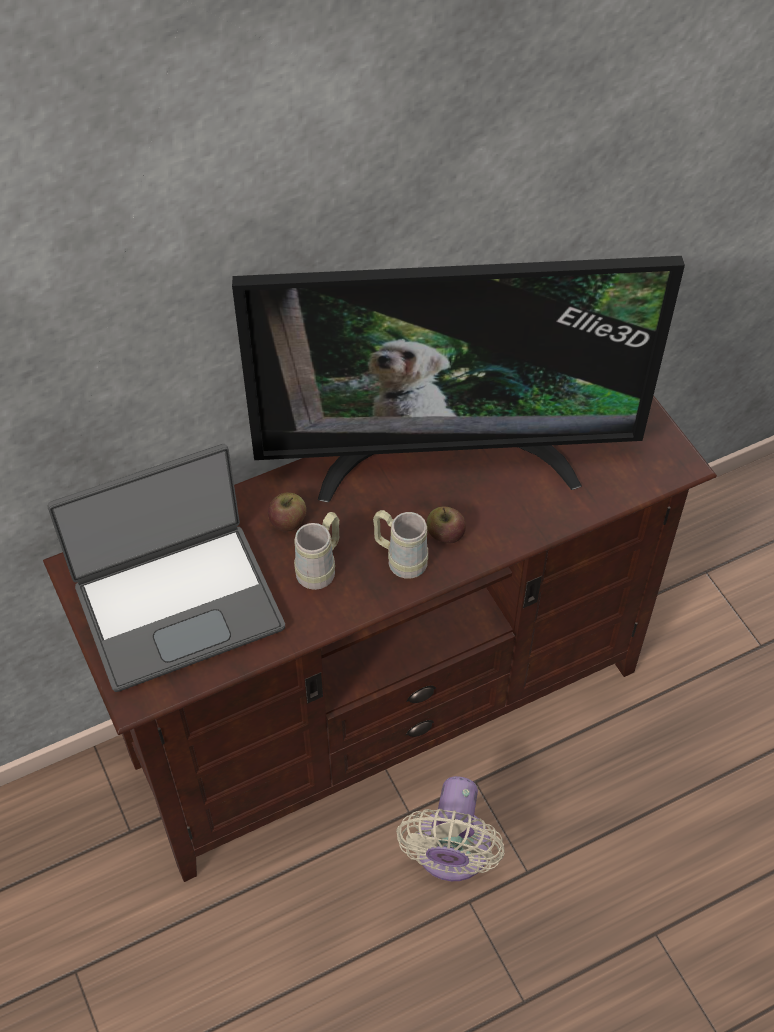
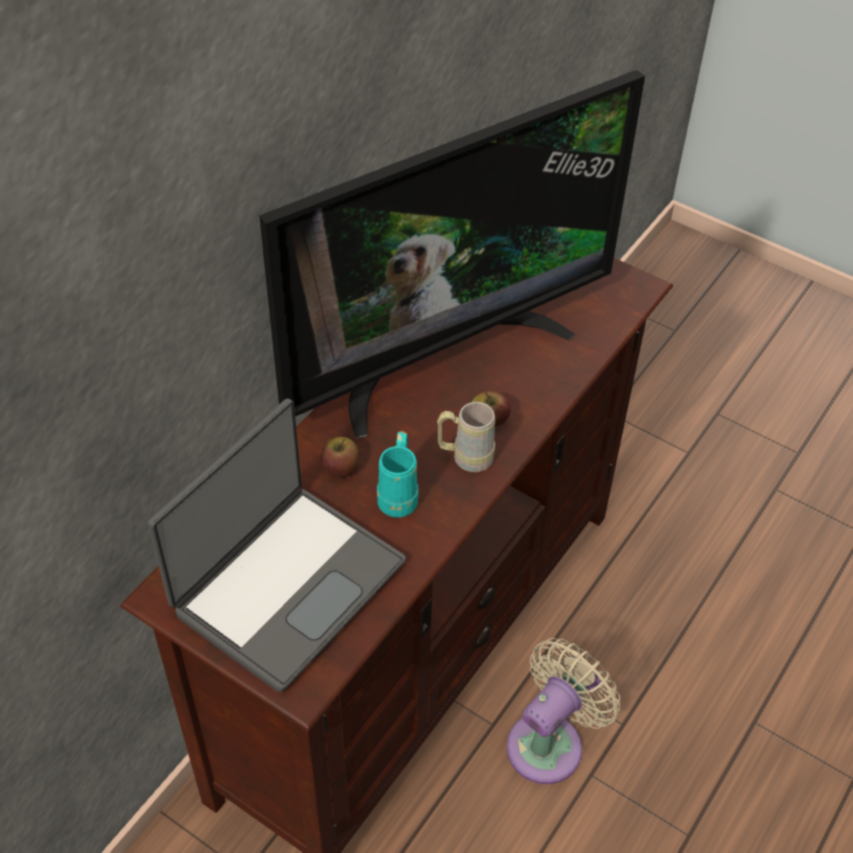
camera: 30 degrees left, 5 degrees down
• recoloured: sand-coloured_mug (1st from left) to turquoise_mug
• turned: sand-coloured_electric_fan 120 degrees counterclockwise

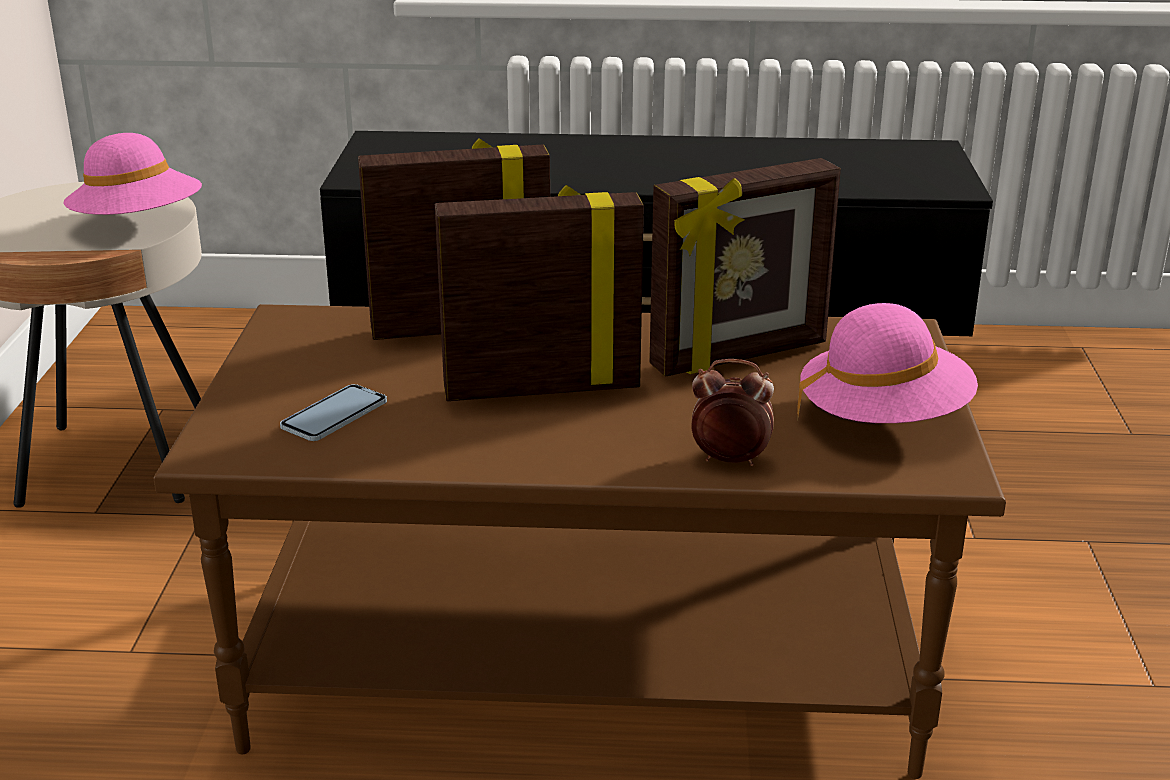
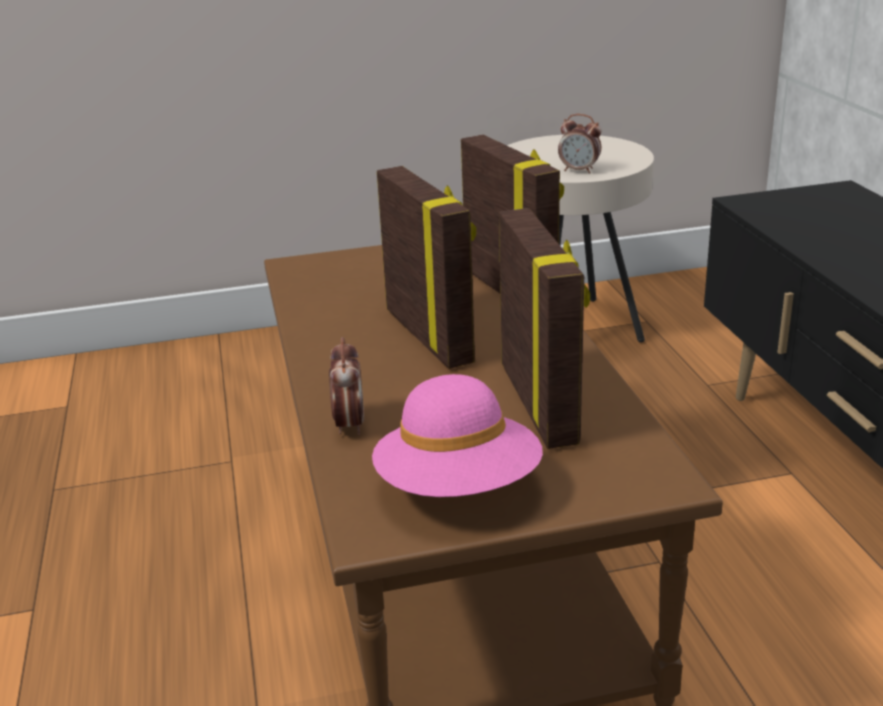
camera: 75 degrees right, 0 degrees up
• removed: handset
• replaced: pink-coloured_clothing_hat (1st from left) to table_clock (2nd from left)
• turned: photo_frame (3rd from left) 150 degrees counterclockwise

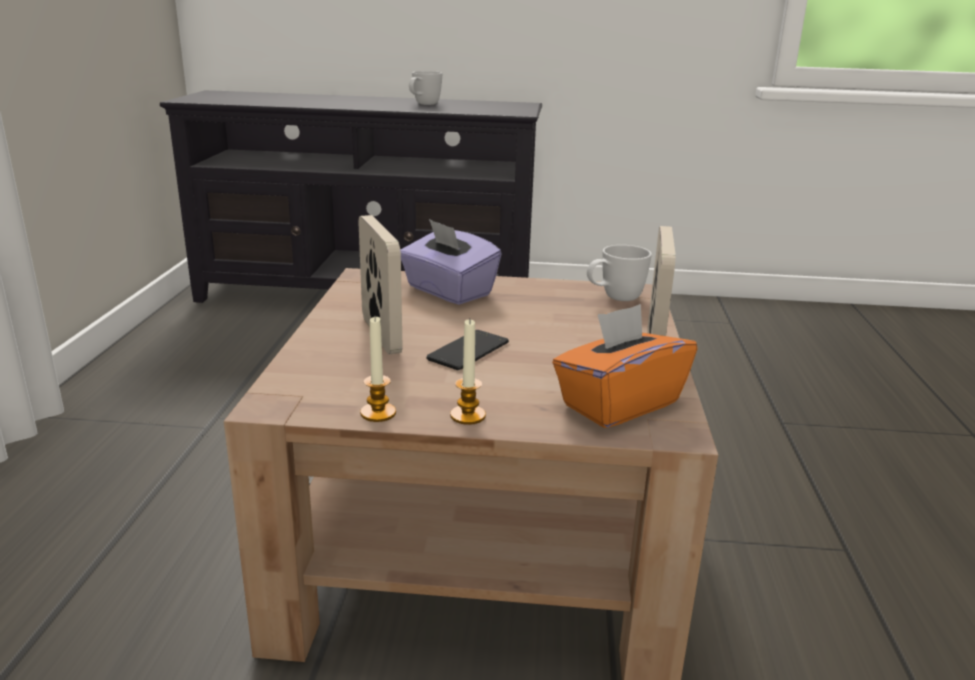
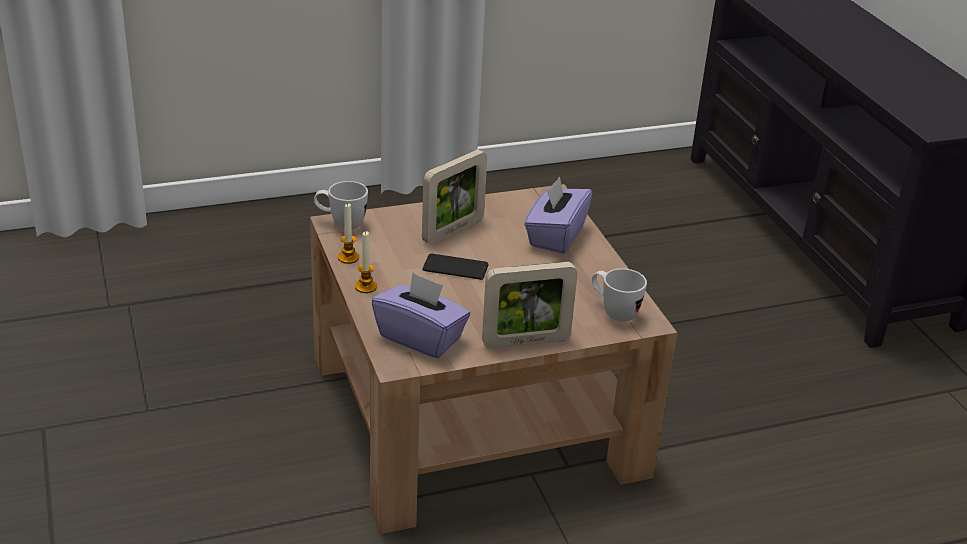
camera: 65 degrees right, 10 degrees up
• moved: white_mug (1st from left)
• recoloured: orange-coloured_tissue_box to purple_tissue_box (1st from left)

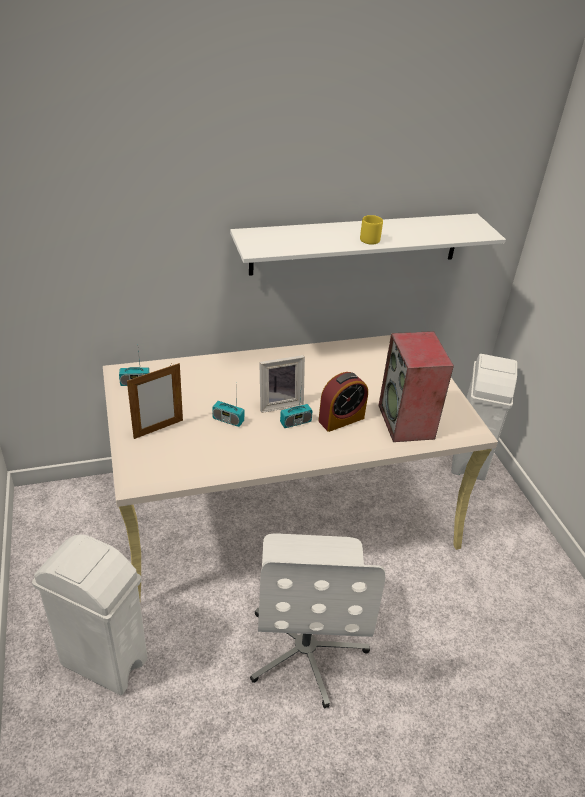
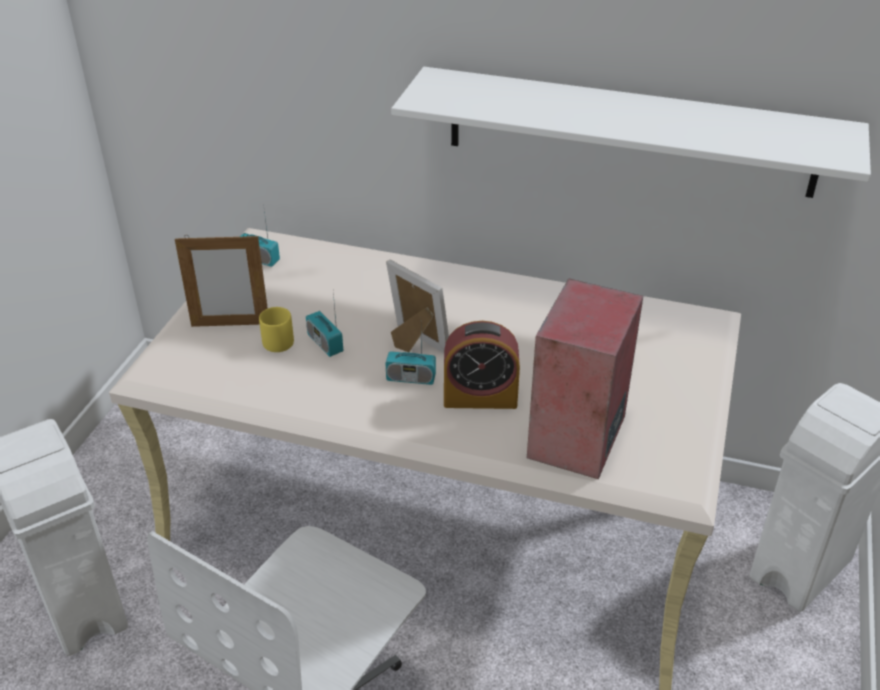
camera: 35 degrees right, 0 degrees up
• moved: yellowish_mug
• turned: photo_frame (2nd from left) 150 degrees counterclockwise

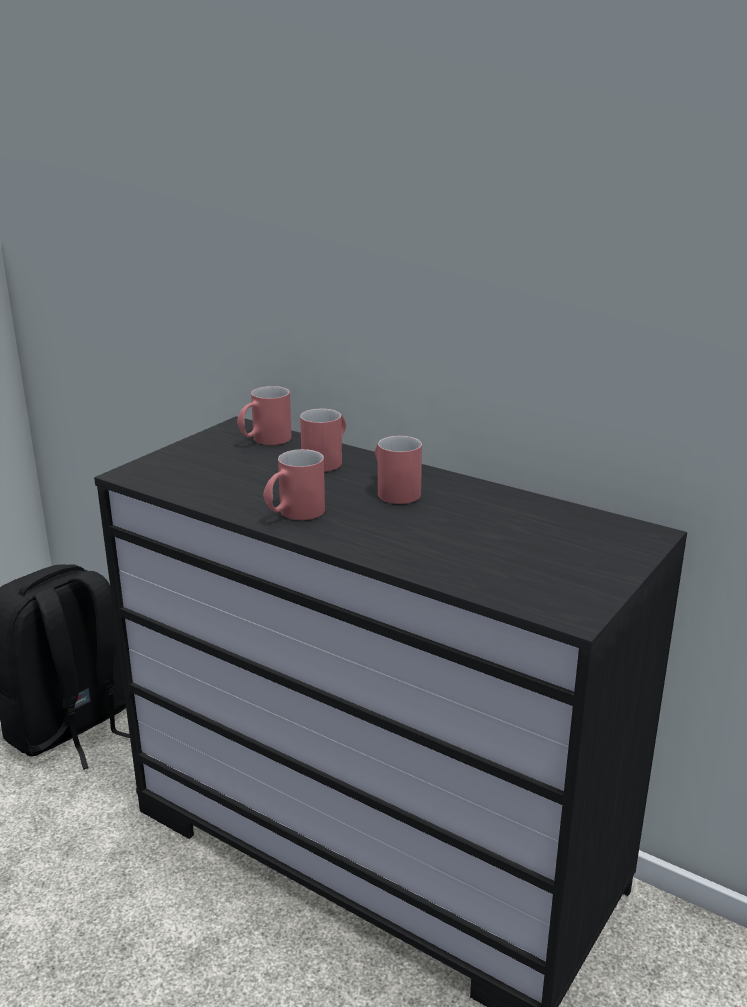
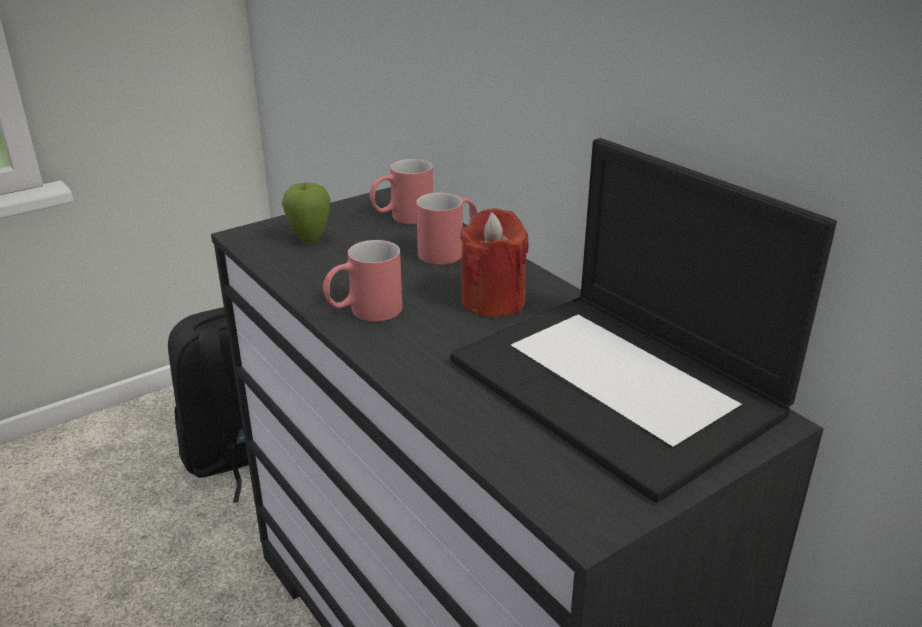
camera: 20 degrees right, 5 degrees up
• added: whole_apple
• added: portable_computer
• replaced: reddish_mug (4th from left) to reddish_wax_light

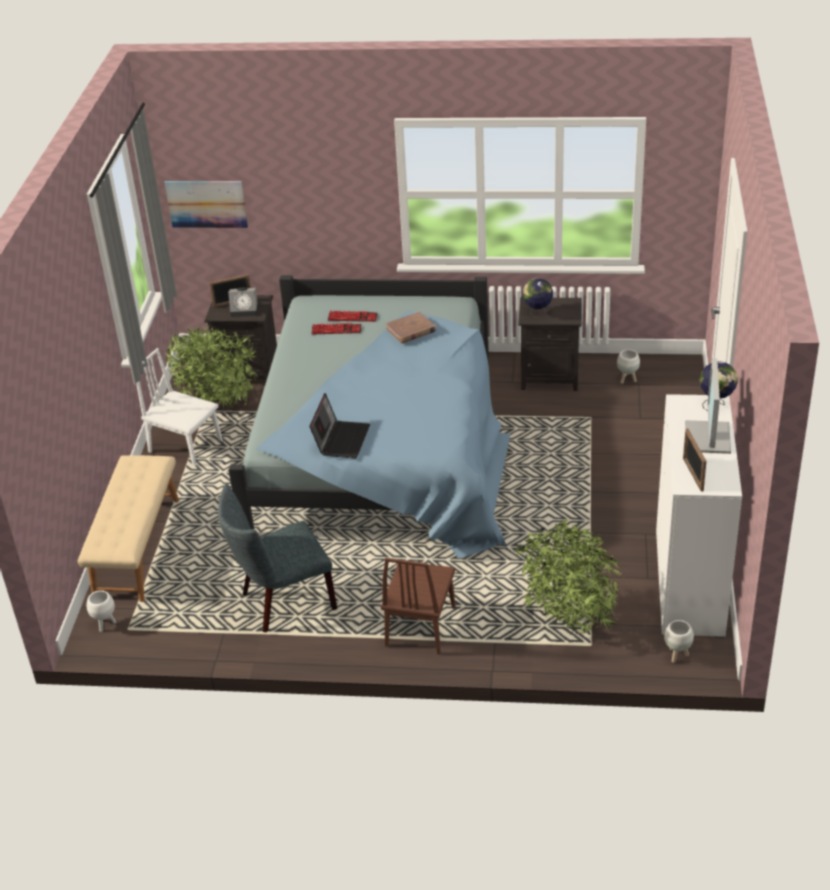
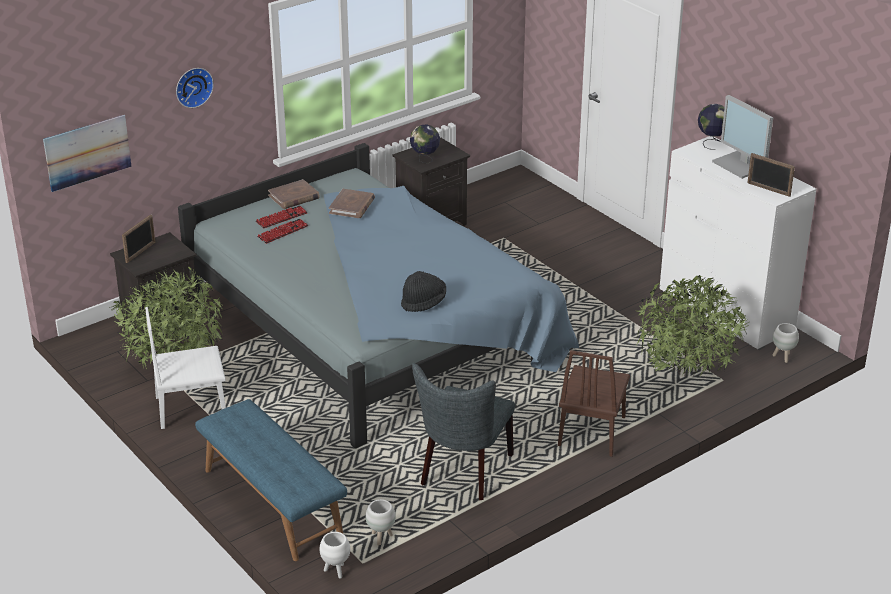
camera: 45 degrees left, 5 degrees down
• removed: table_clock
• added: clock_on_the_wall
• added: brownish_bound_book (1st from left)
• moved: white_flower_pot (2nd from left)
• replaced: portable_computer to black-coloured_clothing_hat
• recoloured: sand-coloured_long_seat to bluish_long_seat
• turned: brownish_chair 45 degrees clockwise

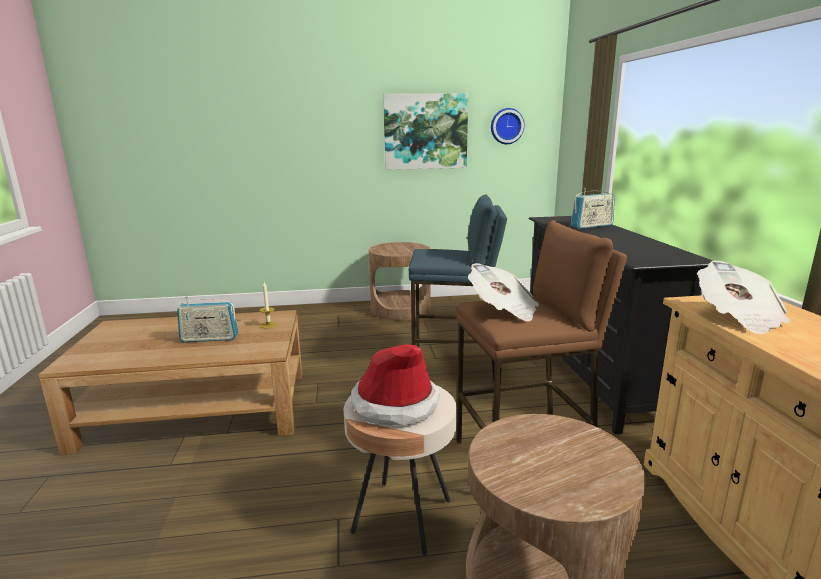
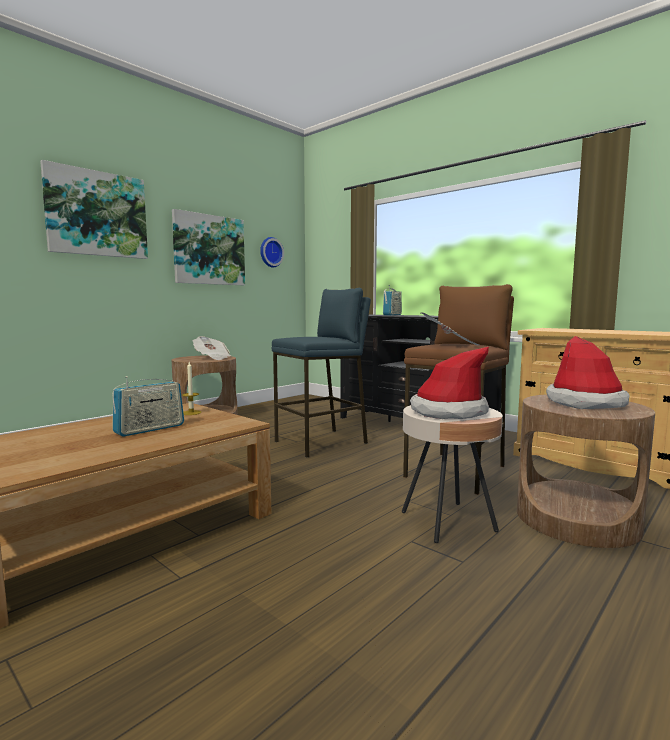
camera: 40 degrees left, 10 degrees down
• added: picture (1st from left)
• added: clothing_hat (2nd from left)
• moved: newspaper (2nd from left in the first image) to newspaper (1st from left)

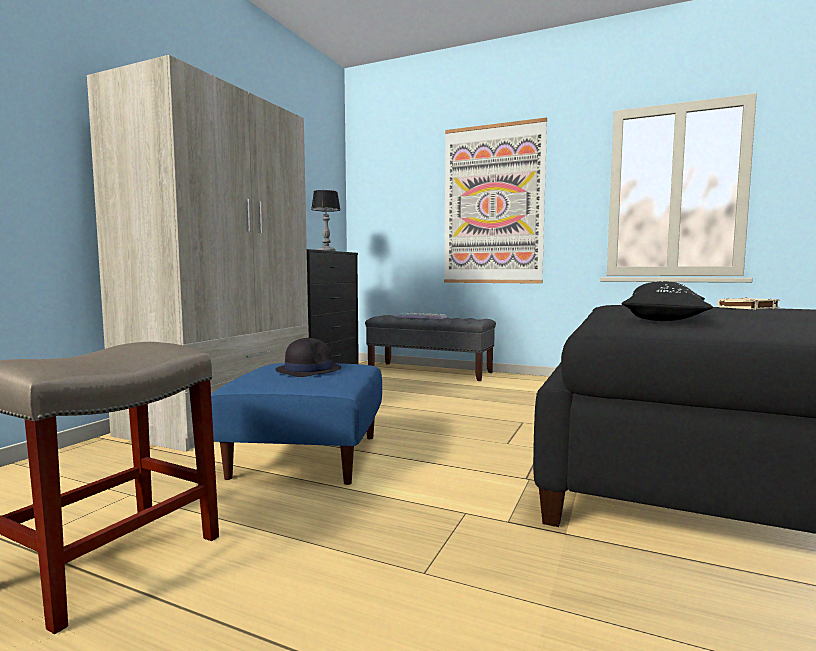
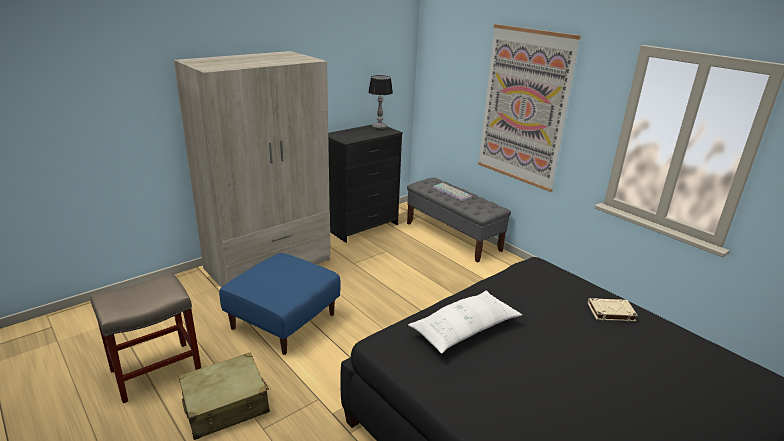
camera: 25 degrees right, 20 degrees up
• removed: black-coloured_clothing_hat
• added: sand-coloured_travel_case
• recoloured: black-coloured_pillow to white_pillow

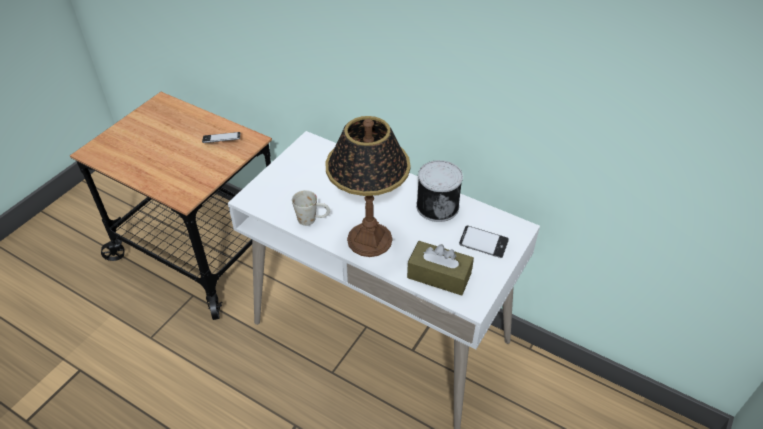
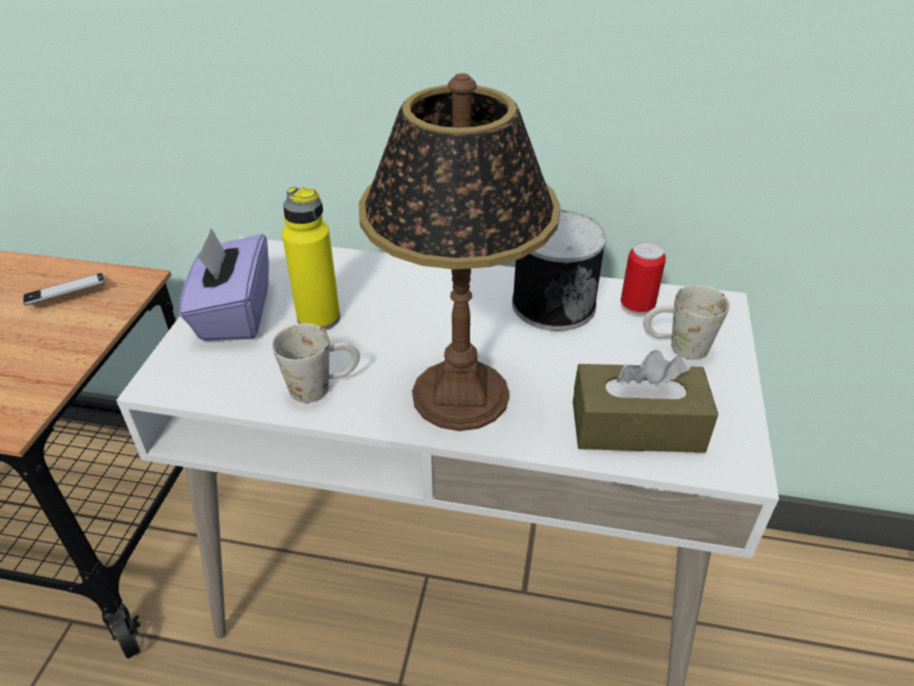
camera: 20 degrees left, 5 degrees down
• added: purple_tissue_box
• added: yellowish_beverage_bottle
• added: sealed_can (2nd from left)
• replaced: handset (2nd from left) to white_mug (2nd from left)

